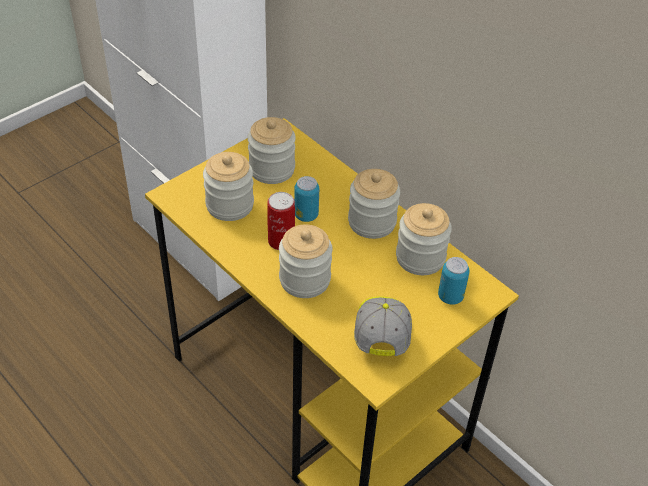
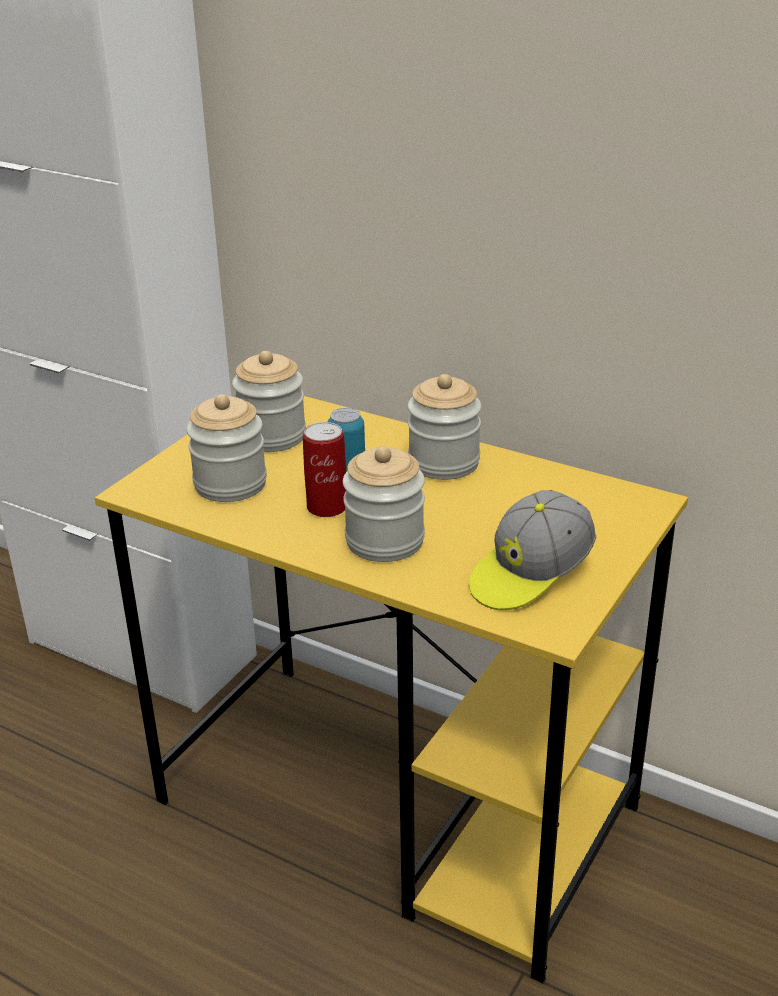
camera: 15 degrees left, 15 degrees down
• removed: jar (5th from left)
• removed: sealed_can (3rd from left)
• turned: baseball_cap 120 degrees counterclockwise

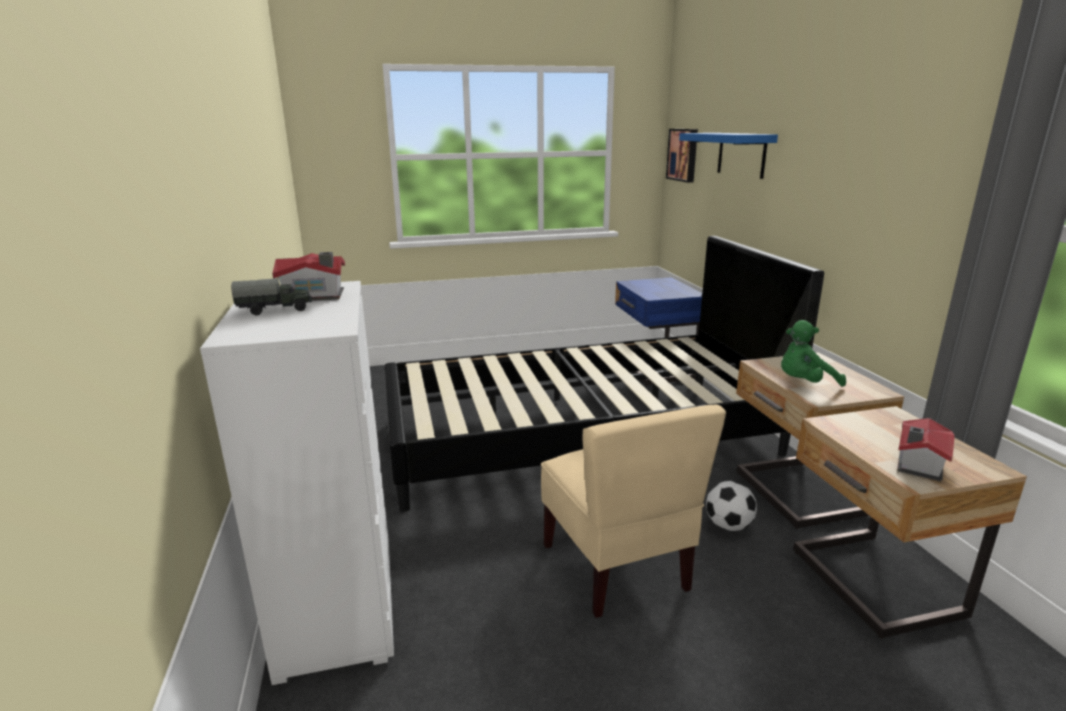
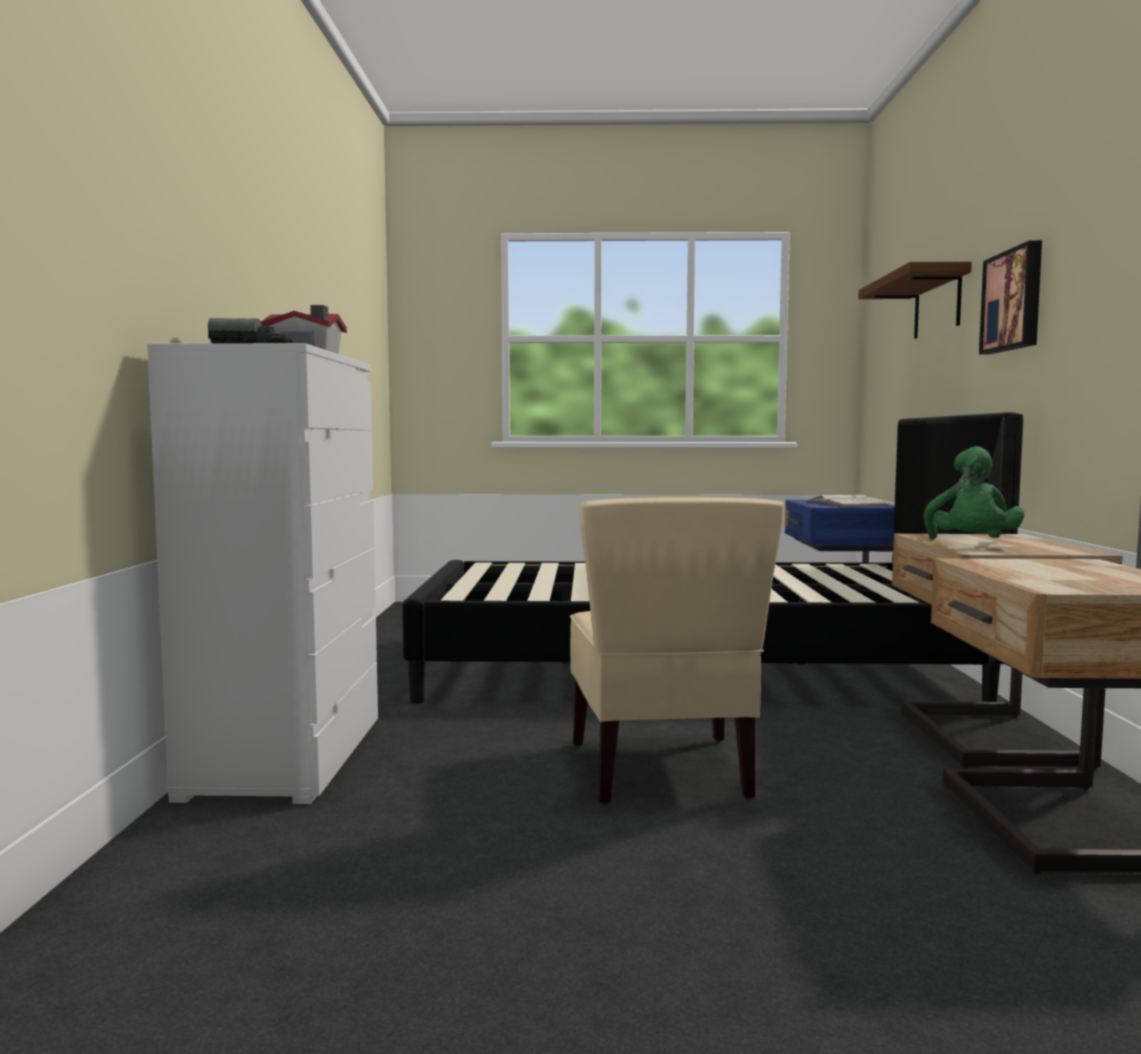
camera: 15 degrees right, 15 degrees down
• removed: football
• removed: miniature_house (2nd from left)
• added: white_bound_book
• moved: picture
• recoloured: bluish_shelf to brownish_shelf
• turned: greenish_plush_toy 75 degrees counterclockwise

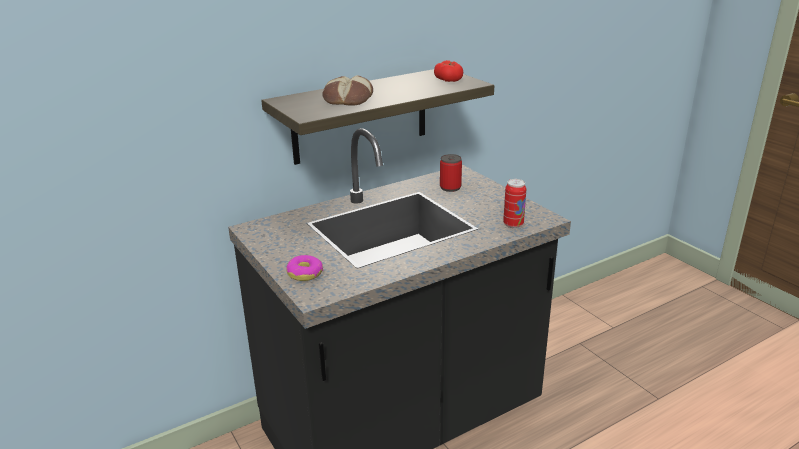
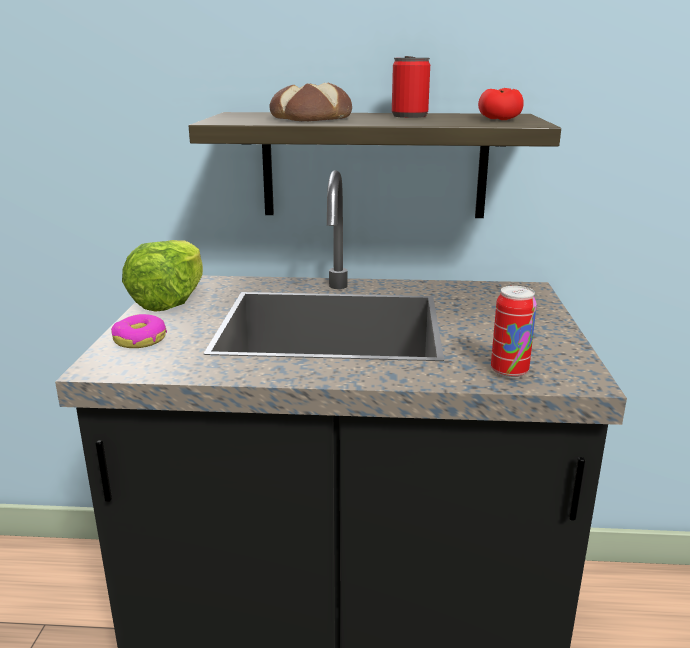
camera: 35 degrees right, 5 degrees down
• added: lettuce
• moved: sealed_can (1st from left)

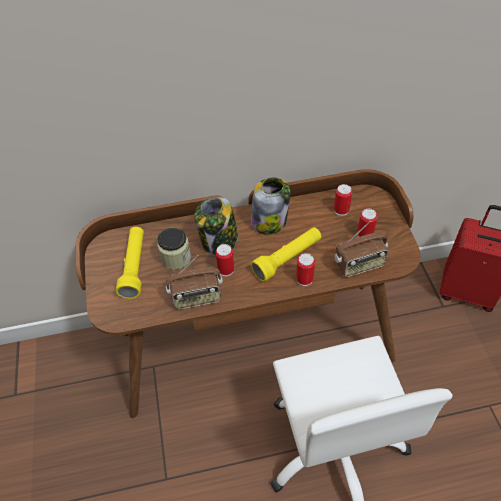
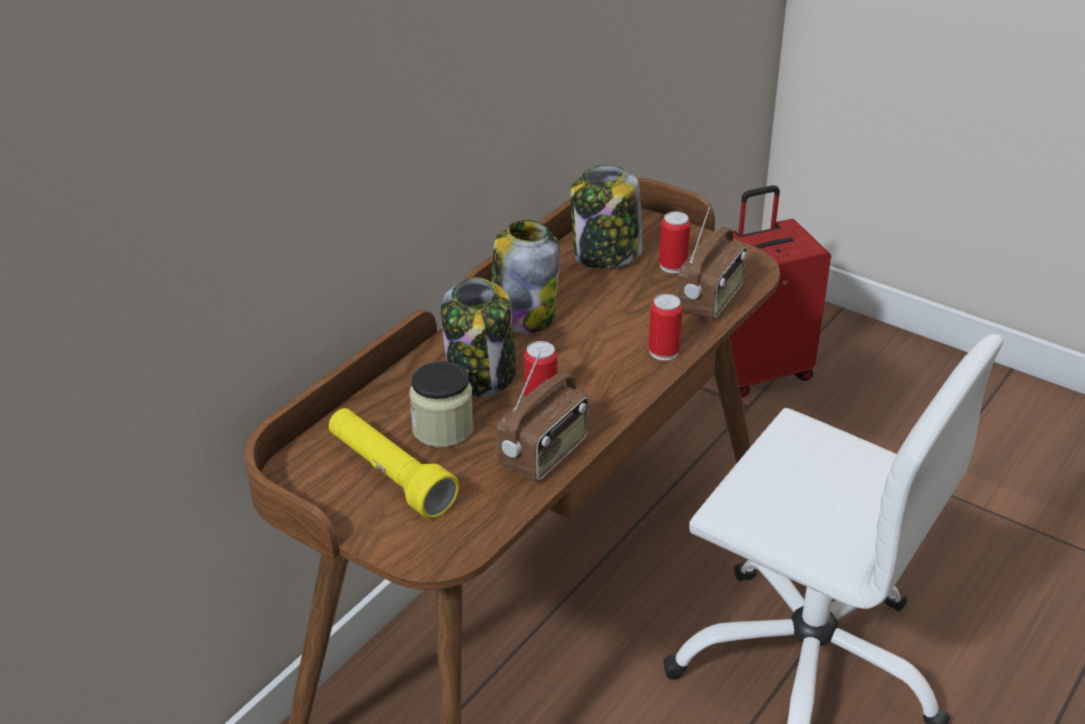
camera: 45 degrees left, 15 degrees down
• removed: yellowish_torch (2nd from left)
• replaced: sealed_can (3rd from left) to jar (4th from left)

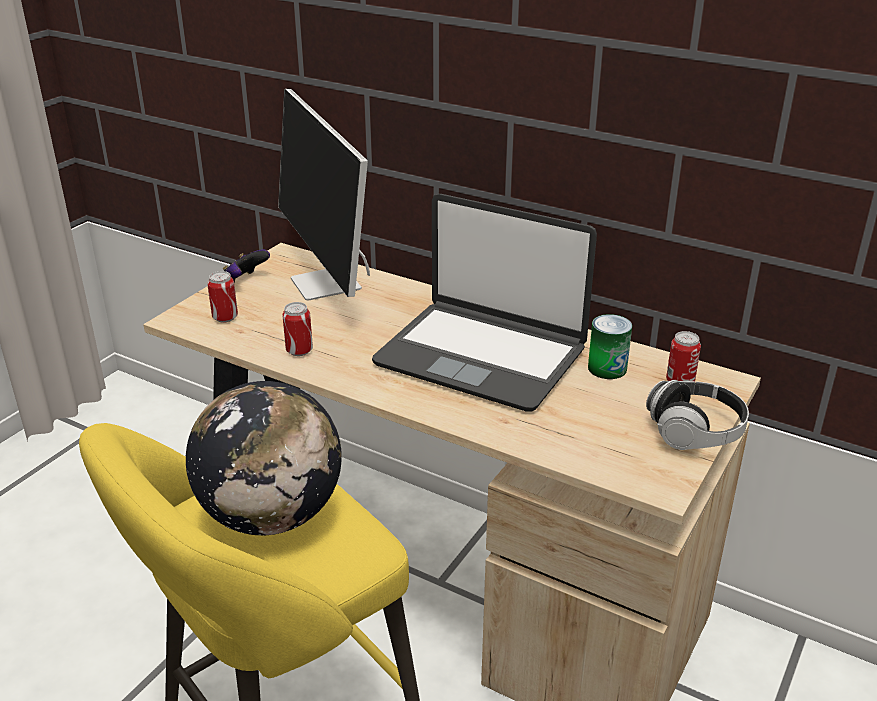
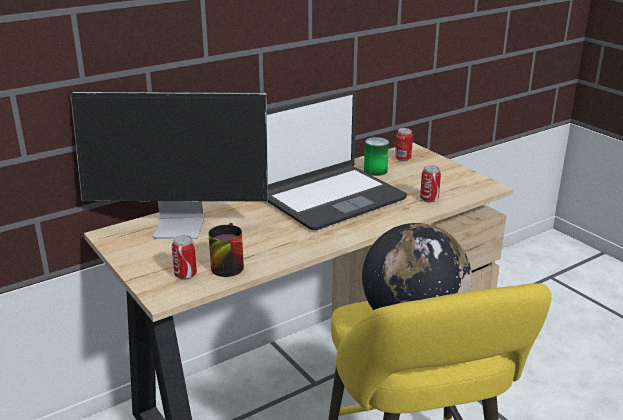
camera: 65 degrees left, 5 degrees down
• removed: joypad
• removed: headset
• added: mug
• moved: sealed_can (2nd from left in the first image) to sealed_can (4th from left)

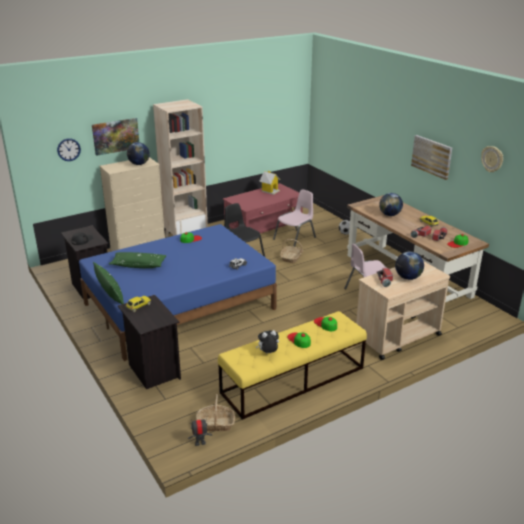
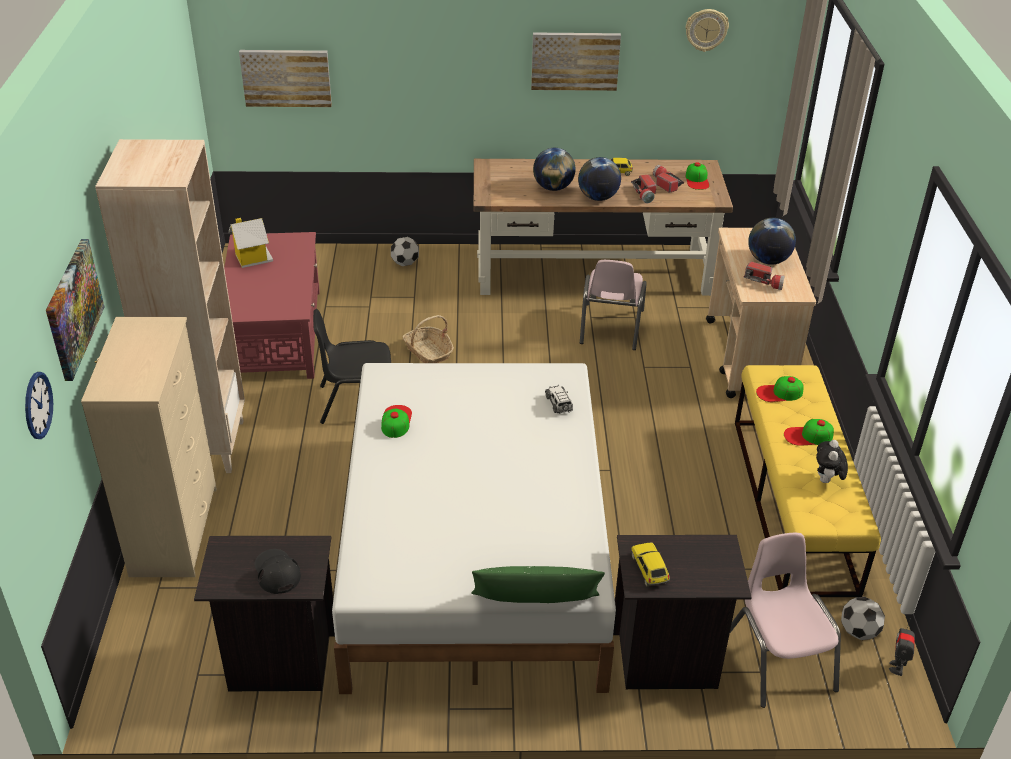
camera: 60 degrees left, 10 degrees up
• removed: greenish_pillow (2nd from left)
• added: picture (2nd from left)
• moved: globe (1st from left in the first image) to globe (2nd from left)
• moved: pink-coloured_chair (1st from left in the first image) to pink-coloured_chair (2nd from left)
• replaced: basket (1st from left) to football (2nd from left)
• recoloured: bluish_sleeping_bed to white_sleeping_bed

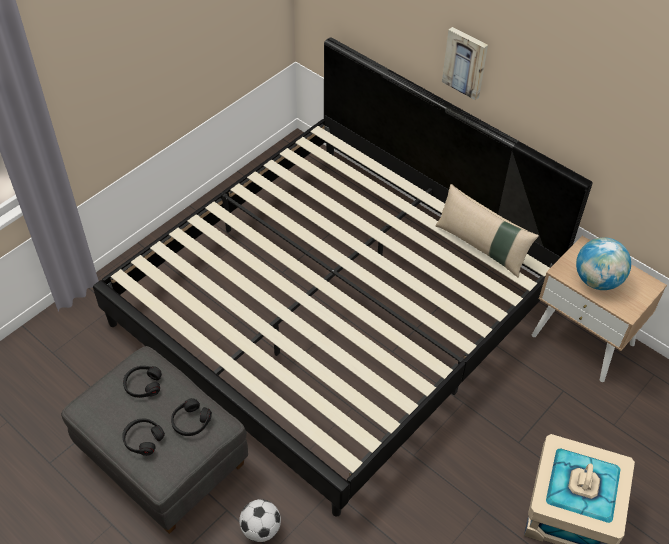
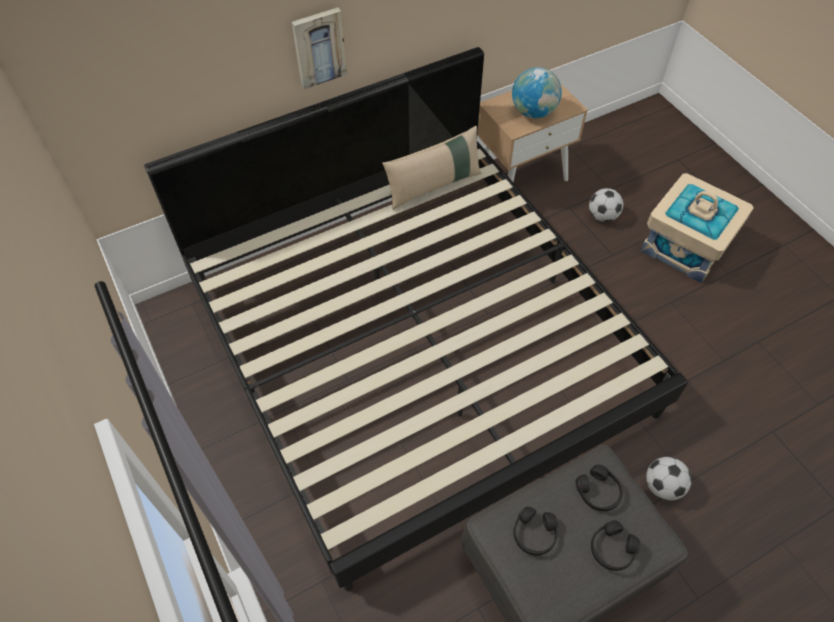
camera: 70 degrees left, 5 degrees up
• added: football (1st from left)

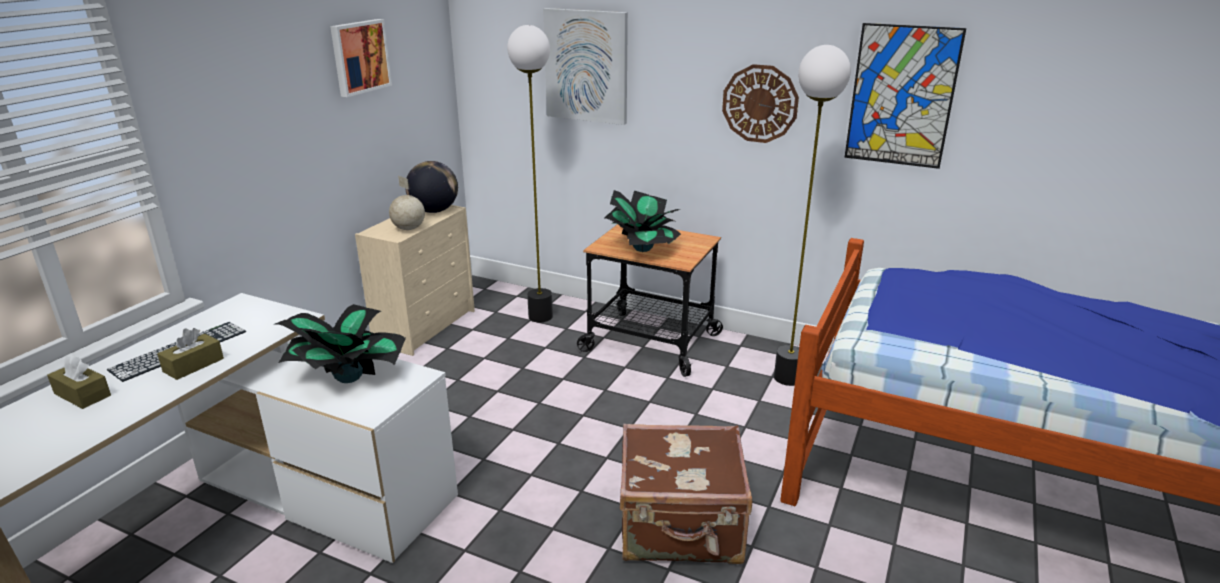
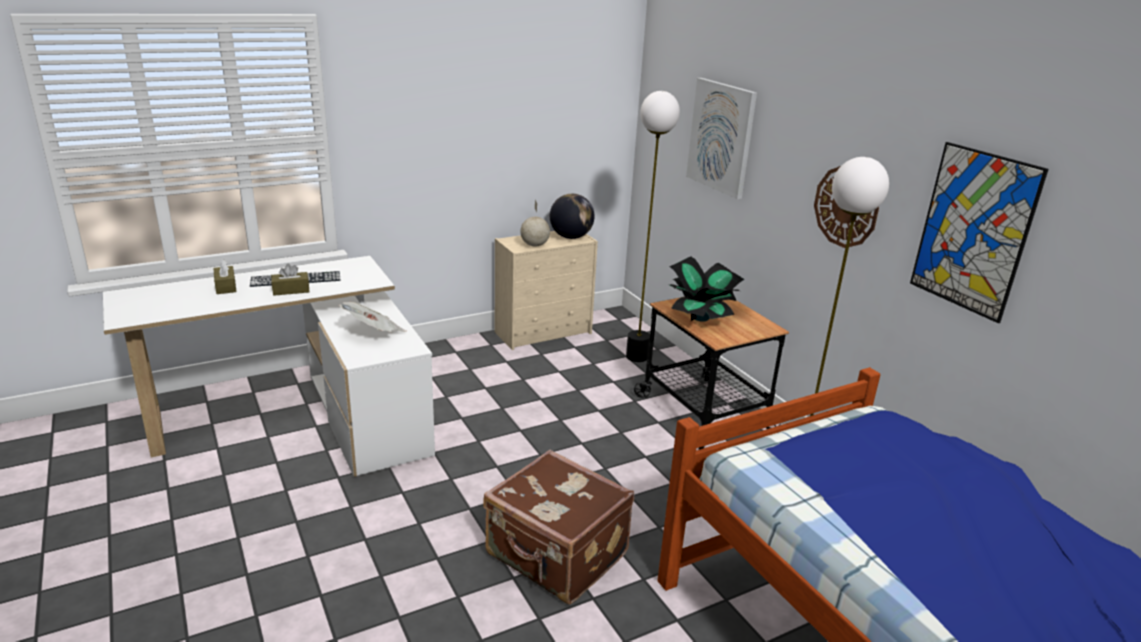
camera: 35 degrees right, 0 degrees up
• removed: picture (1st from left)
• replaced: potted_plant (1st from left) to newspaper

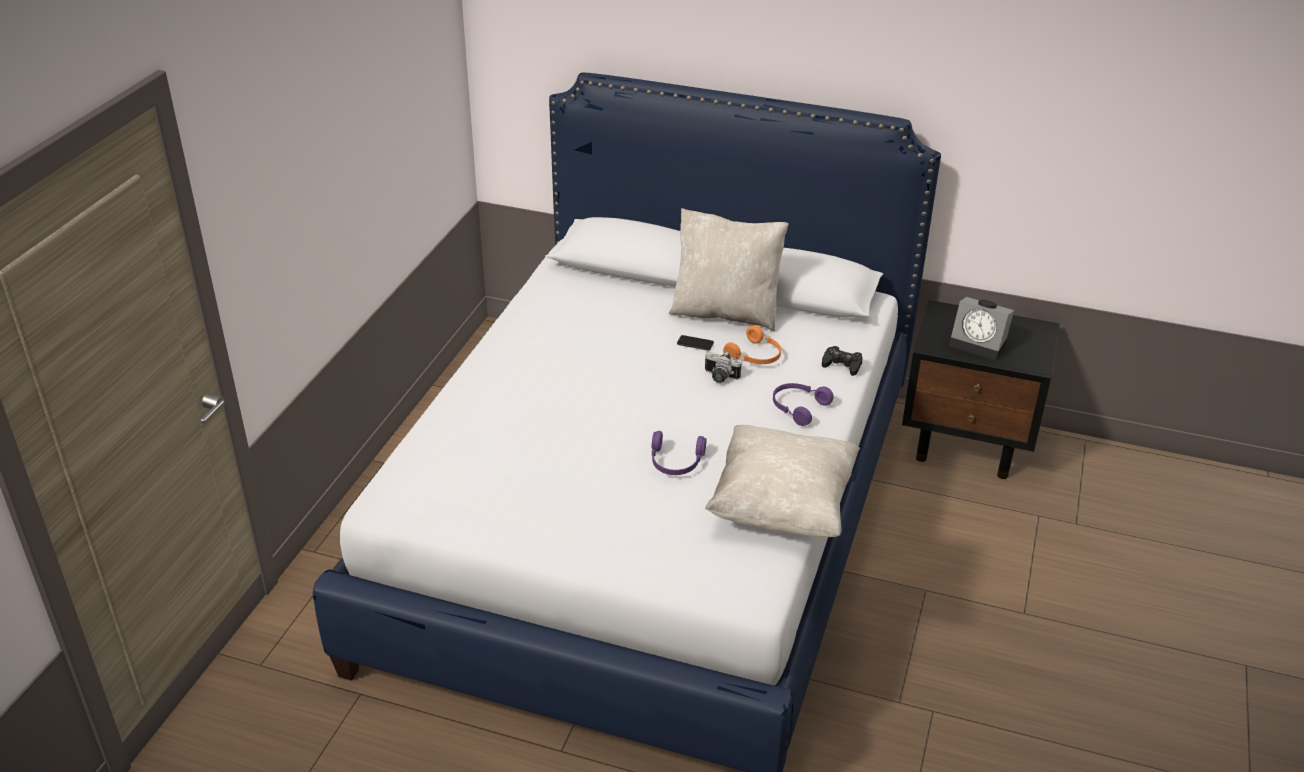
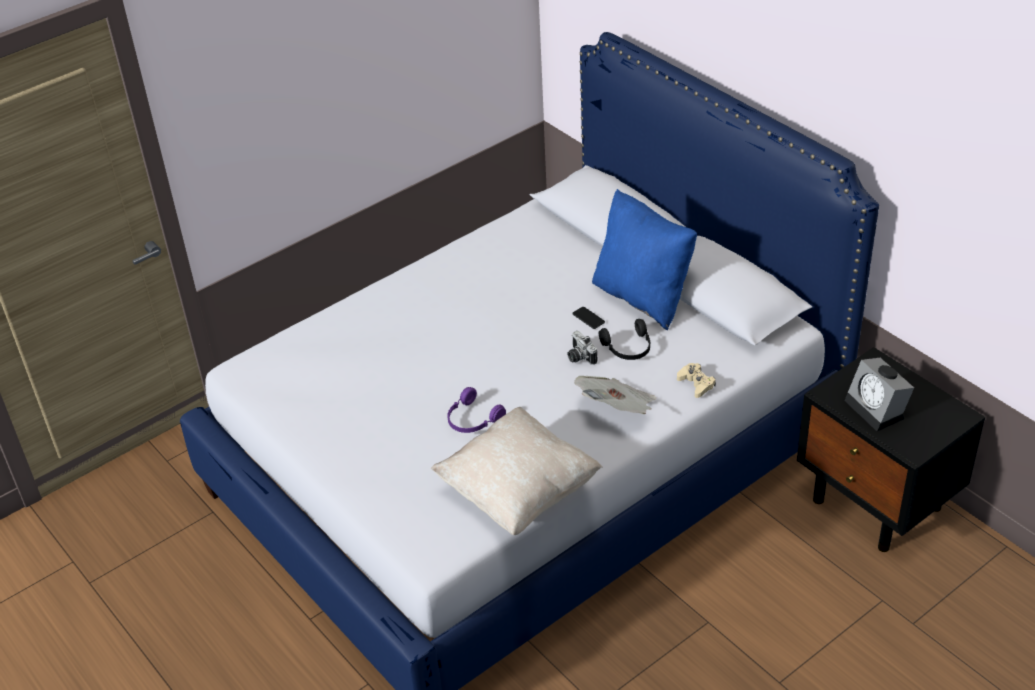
camera: 35 degrees right, 5 degrees up
• replaced: purple_headset (2nd from left) to newspaper
• recoloured: sand-coloured_pillow (1st from left) to bluish_pillow
• recoloured: orange-coloured_headset to black-coloured_headset
• recoloured: black-coloured_joypad to sand-coloured_joypad

